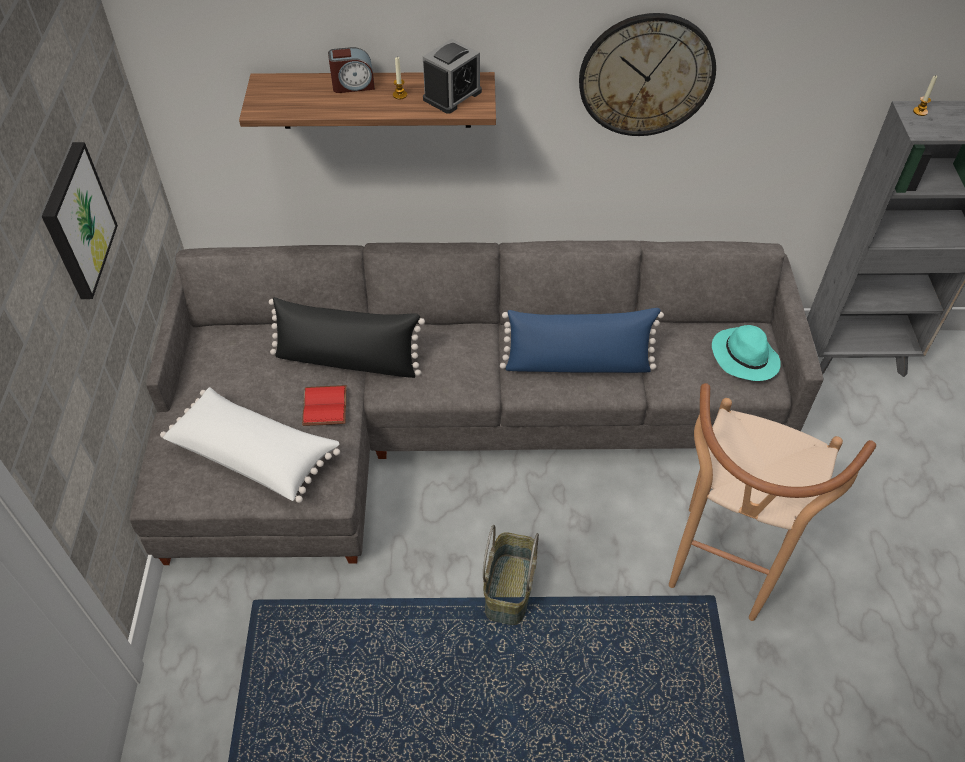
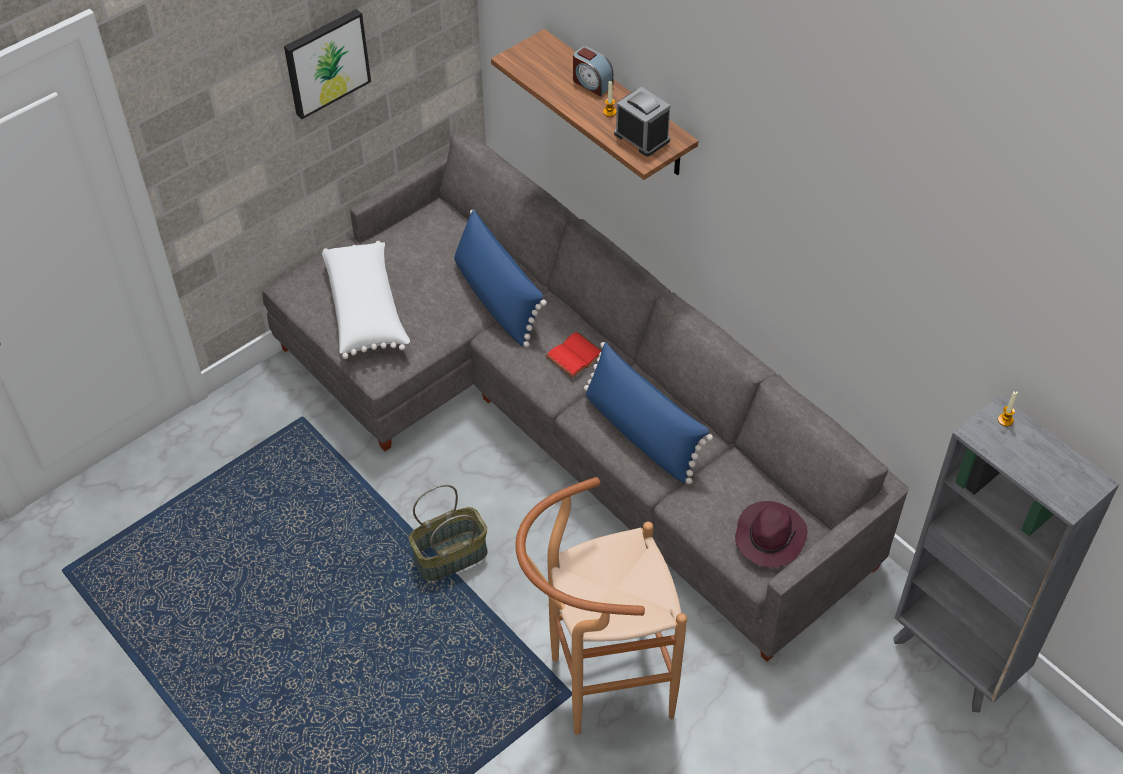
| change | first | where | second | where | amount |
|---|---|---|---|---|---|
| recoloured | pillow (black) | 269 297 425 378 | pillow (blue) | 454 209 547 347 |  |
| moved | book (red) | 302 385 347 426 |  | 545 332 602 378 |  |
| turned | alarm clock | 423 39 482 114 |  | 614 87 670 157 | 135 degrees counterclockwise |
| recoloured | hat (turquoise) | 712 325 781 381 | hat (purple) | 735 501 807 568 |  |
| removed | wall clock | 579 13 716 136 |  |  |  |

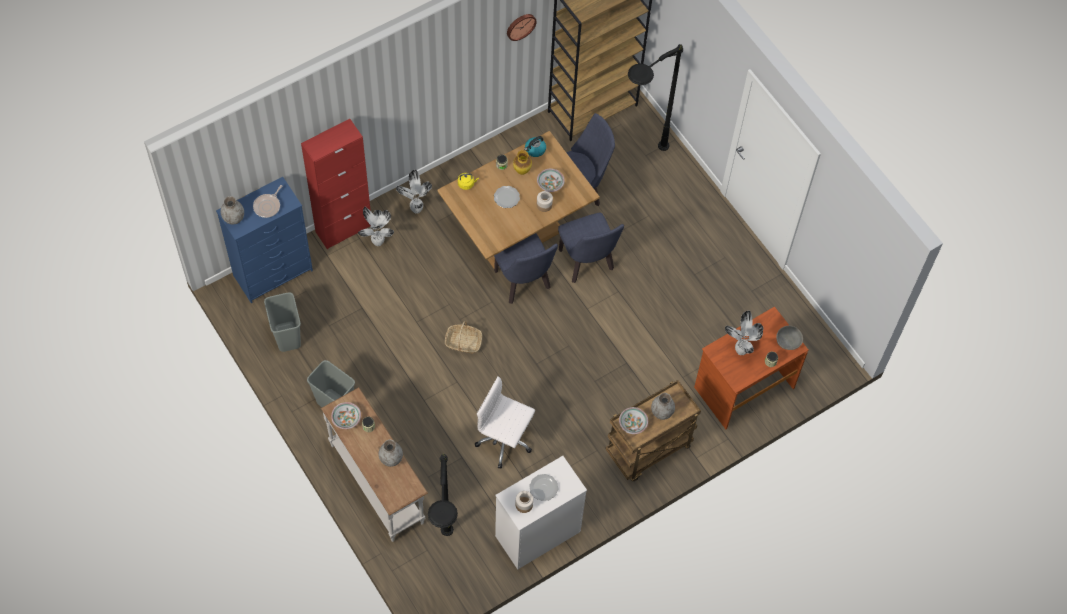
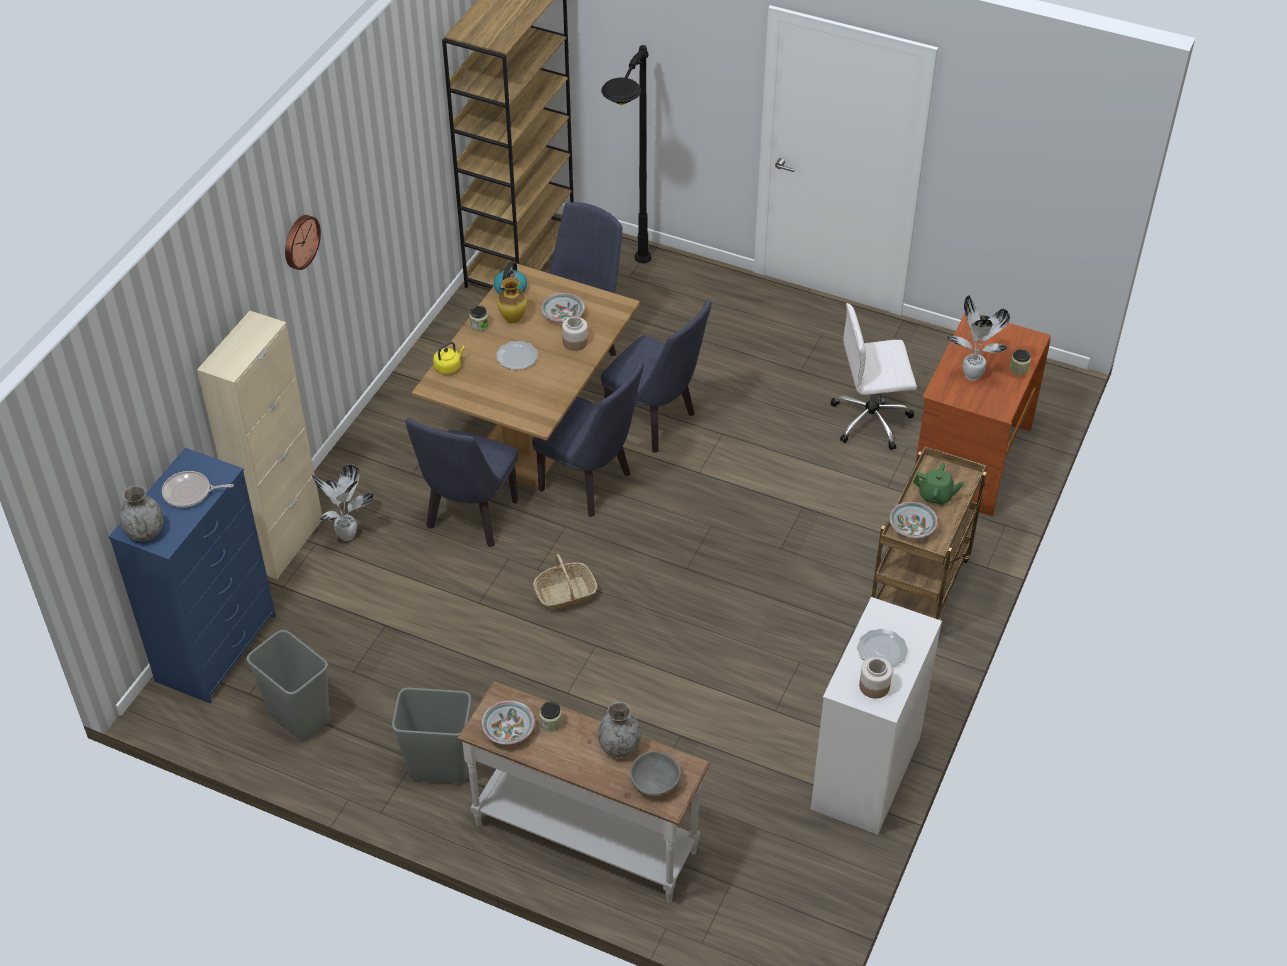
| change | first | where | second | where | amount |
|---|---|---|---|---|---|
| turned | frying pan | 253 185 282 218 |  | 162 471 234 508 | 90 degrees clockwise |
| recoloured | cabinet (red) | 301 119 371 249 | cabinet (beige) | 197 311 323 580 |  |
| moved | wall clock | 507 14 537 41 |  | 285 215 321 270 |  |
| added |  |  | chair (blue) | 405 418 519 547 |  |
| moved | bowl (grey) | 776 326 803 350 |  | 630 751 681 797 |  |
| moved | office chair (white) | 475 376 535 468 |  | 830 303 917 450 |  |
| replaced | vase (grey) | 651 393 675 420 | teapot (green) | 913 463 964 505 |  |
| removed | potted plant | 396 170 432 214 |  |  |  |
| removed | floor lamp (black) | 428 454 458 536 |  |  |  |

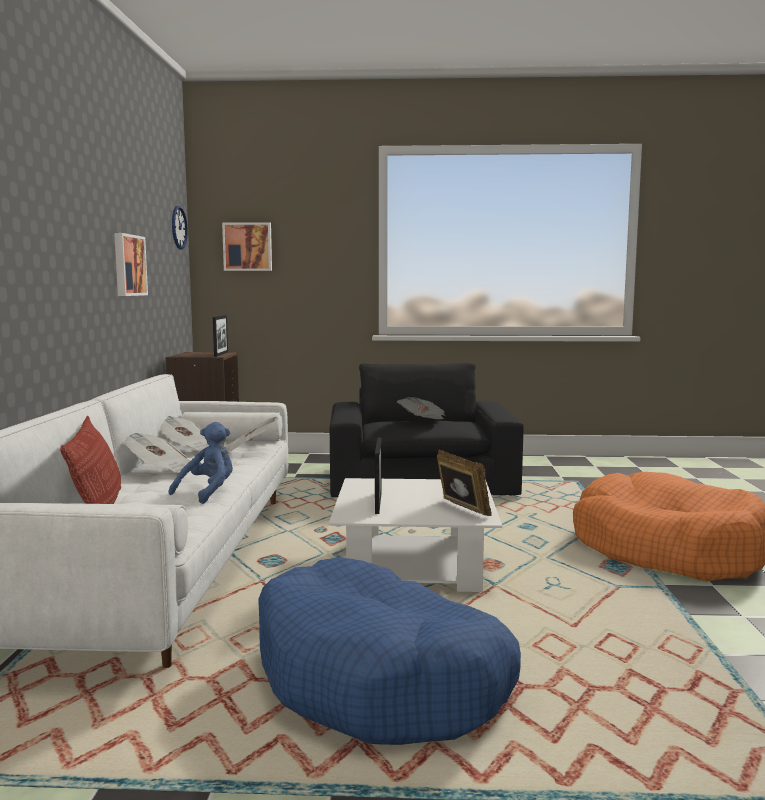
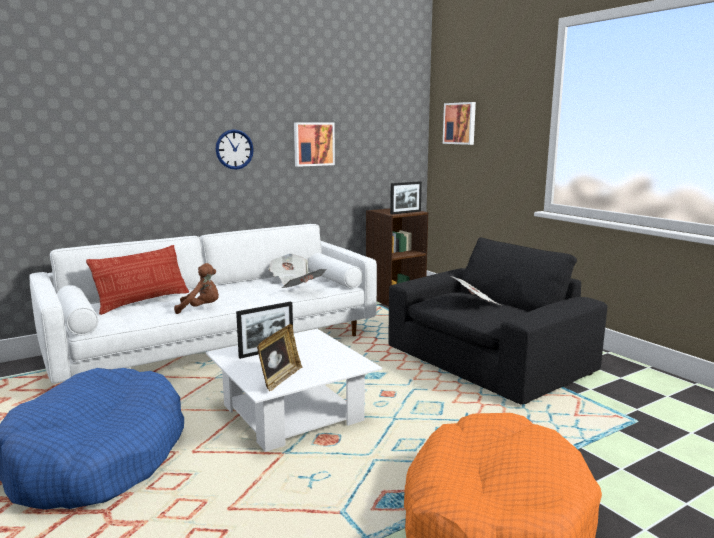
| change | first | where | second | where | amount |
|---|---|---|---|---|---|
| recoloured | plush toy (blue) | 168 422 233 504 | plush toy (brown) | 174 263 219 314 |  |
| moved | wall clock | 172 206 188 250 |  | 216 129 254 170 |  |
| removed | newspaper | 124 433 191 475 |  |  |  |

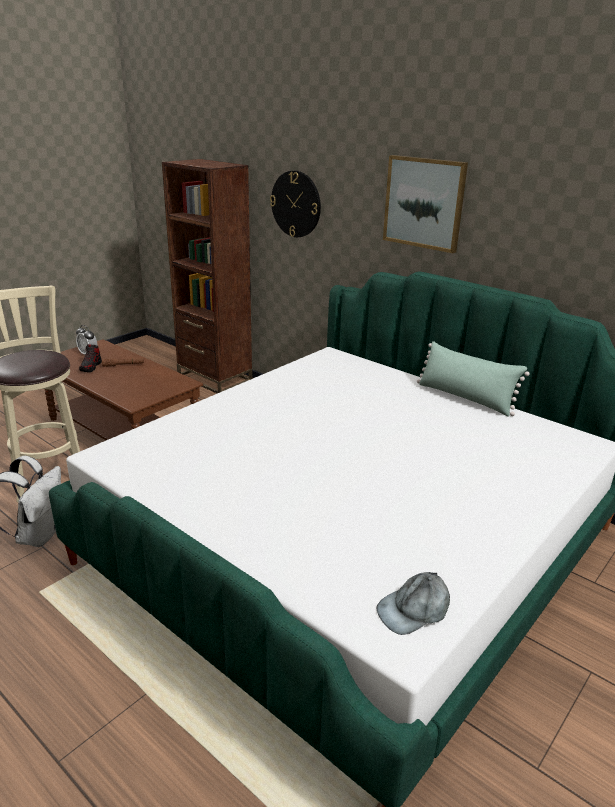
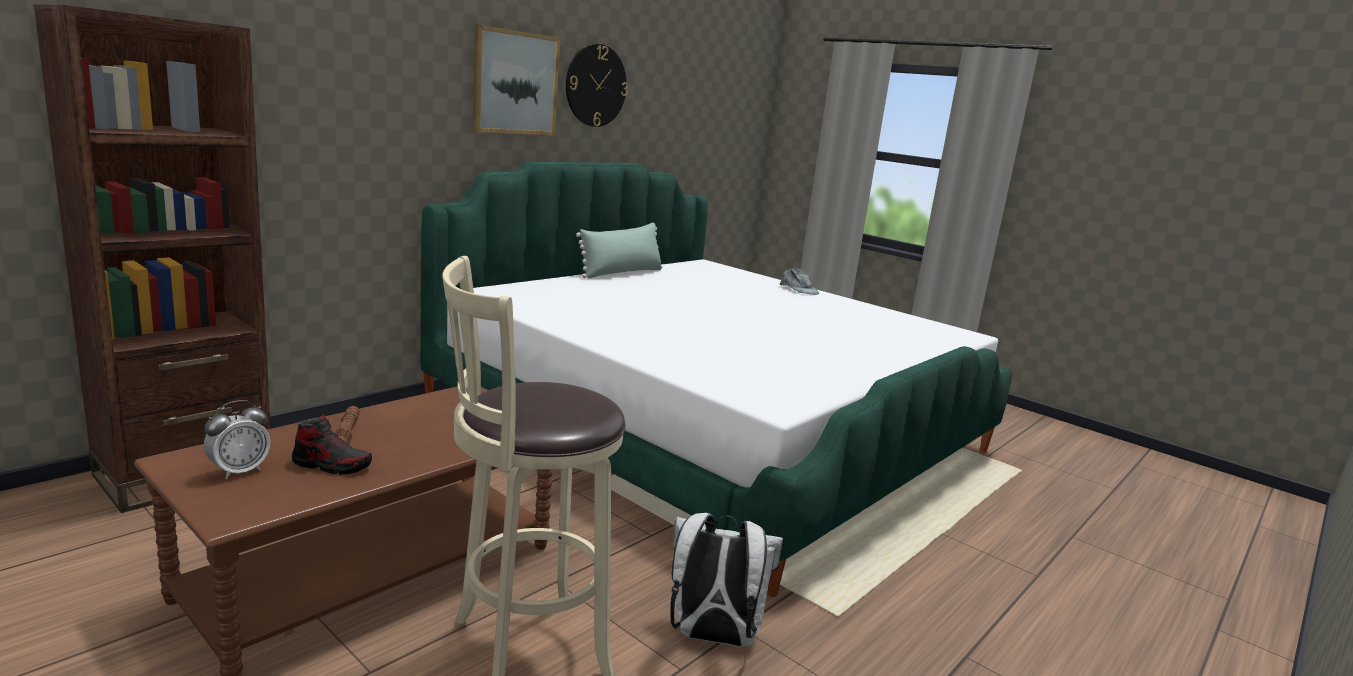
| change | first | where | second | where | amount |
|---|---|---|---|---|---|
| moved | wall clock | 270 171 321 237 |  | 566 44 628 127 |  |
| moved | cap (grey) | 377 572 450 635 |  | 780 268 819 295 |  |

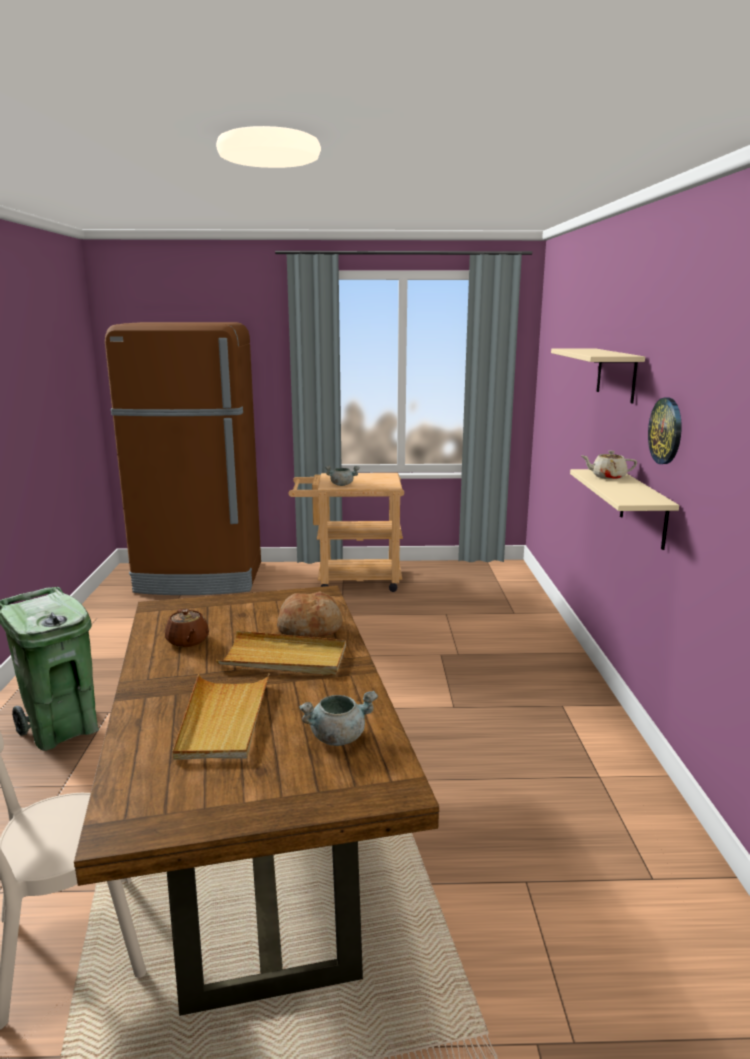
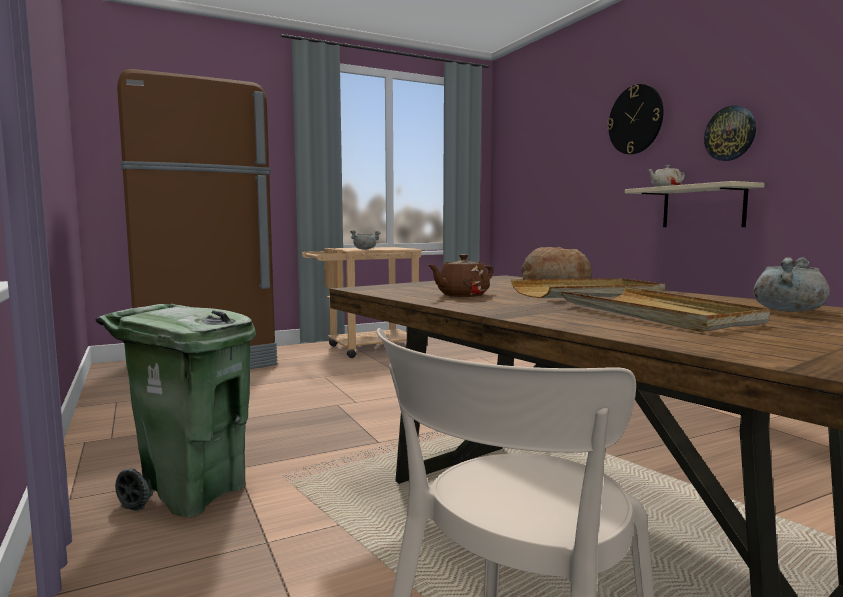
| change | first | where | second | where | amount |
|---|---|---|---|---|---|
| turned | teapot (brown) | 165 609 209 647 |  | 428 254 493 297 | 105 degrees clockwise |
| replaced | shelf (beige) | 551 349 645 404 | wall clock | 607 84 663 154 |  |

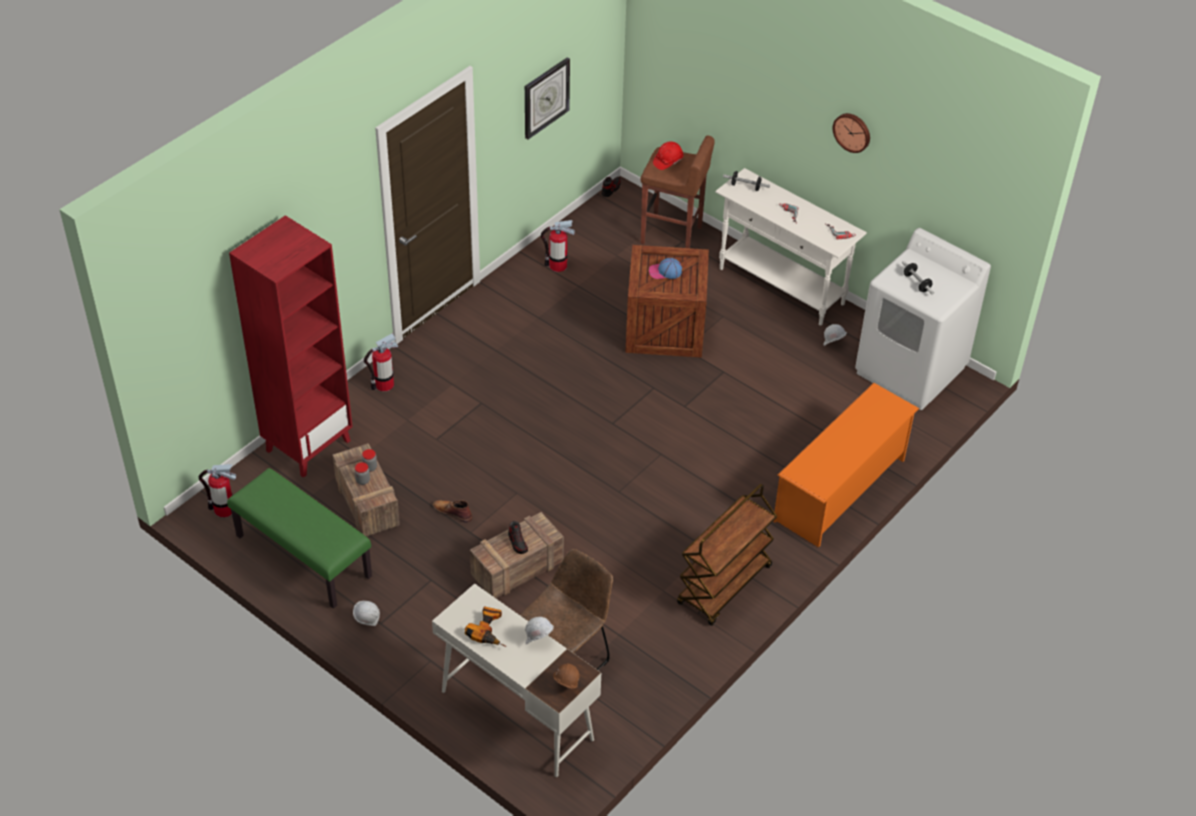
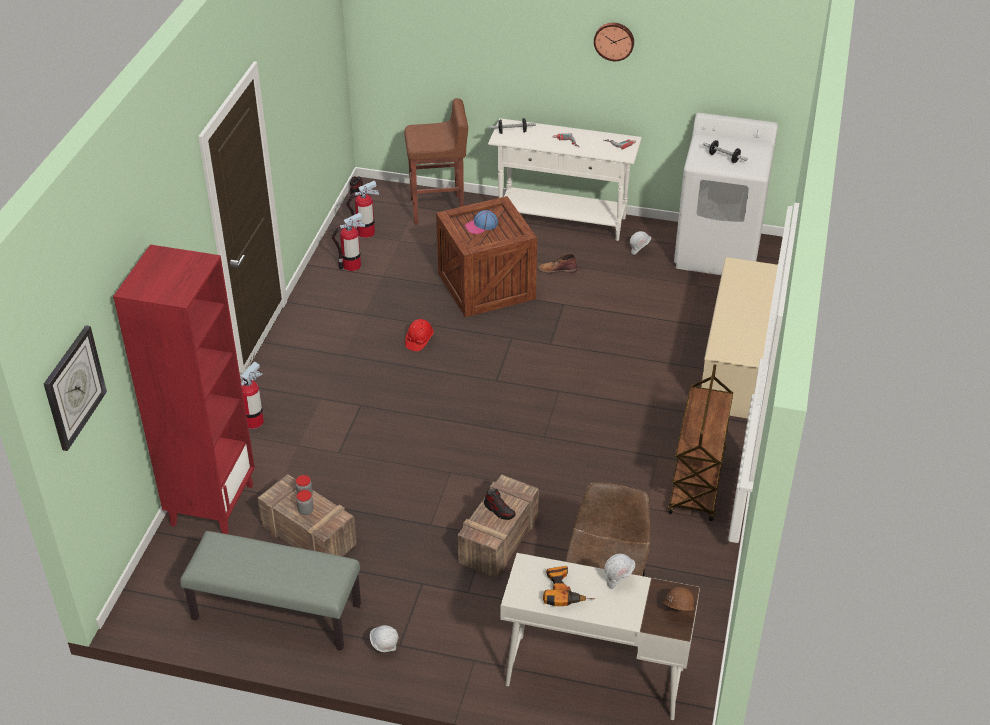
| change | first | where | second | where | amount |
|---|---|---|---|---|---|
| moved | wall clock | 525 58 570 139 |  | 44 325 107 451 |  |
| recoloured | bench (green) | 227 468 372 609 | bench (grey) | 180 531 361 650 |  |
| moved | fire extinguisher | 199 464 236 517 |  | 347 181 379 238 |  |
| moved | hard hat (red) | 653 141 684 170 |  | 405 319 434 351 |  |
| moved | boot (brown) | 433 500 472 523 |  | 538 253 577 273 |  |
| recoloured | shoe rack (orange) | 773 383 919 548 | shoe rack (beige) | 701 257 778 419 |  |

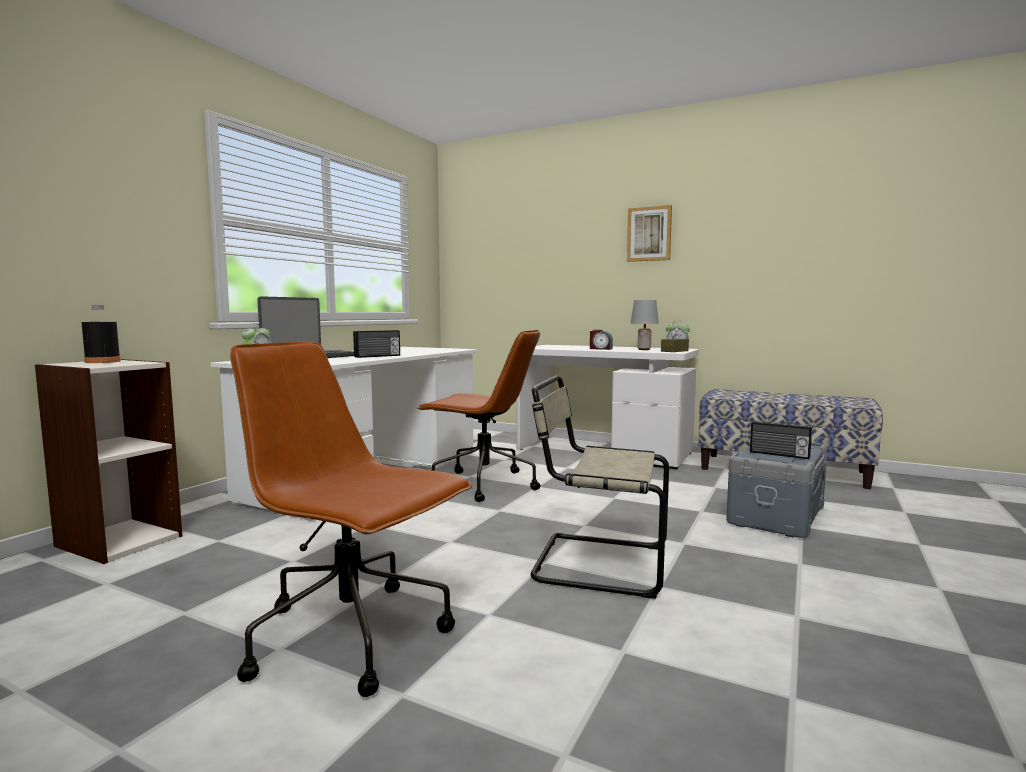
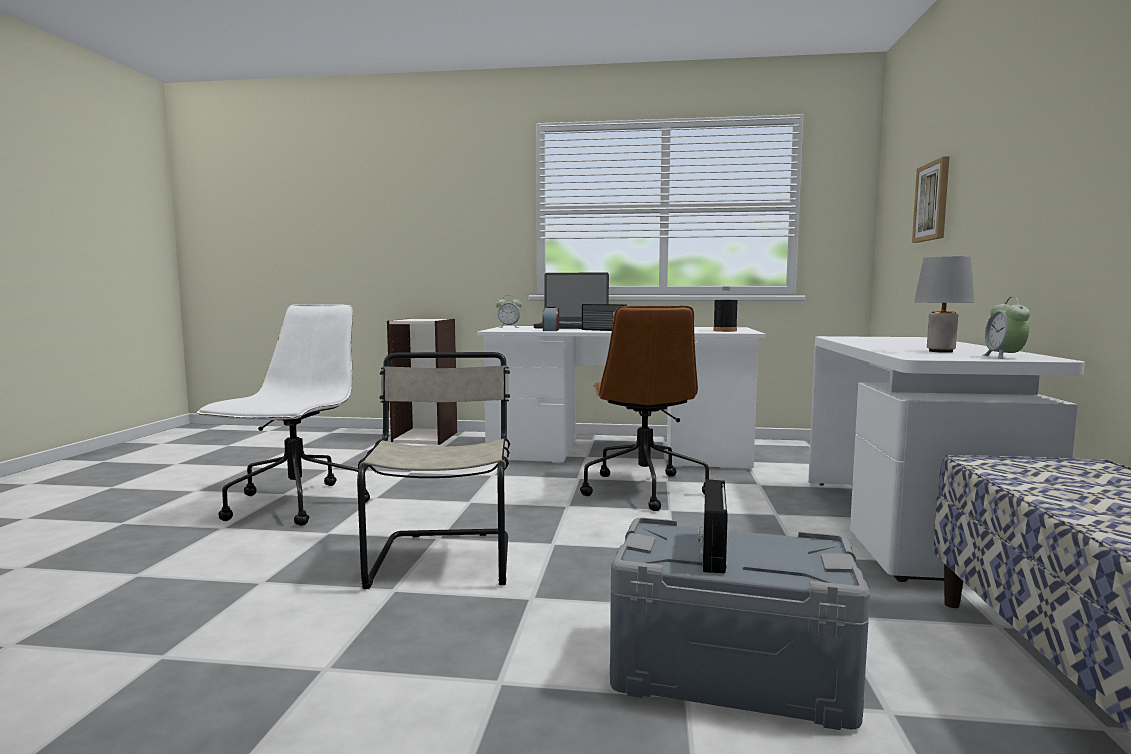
| change | first | where | second | where | amount |
|---|---|---|---|---|---|
| recoloured | office chair (brown) | 230 342 472 697 | office chair (white) | 197 304 370 526 |  |
| moved | alarm clock | 590 330 613 350 |  | 542 307 559 331 |  |
| moved | bottle (black) | 82 305 121 363 |  | 713 286 737 332 |  |
| moved | picture | 627 205 672 262 |  | 912 156 949 243 |  |
| removed | tissue box (brown) | 661 327 689 352 |  |  |  |

